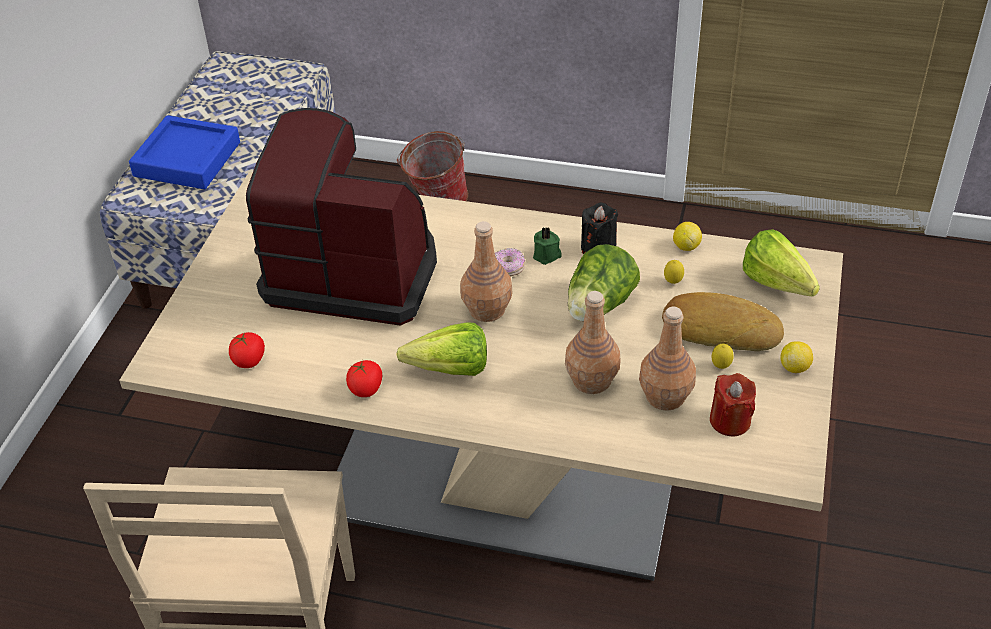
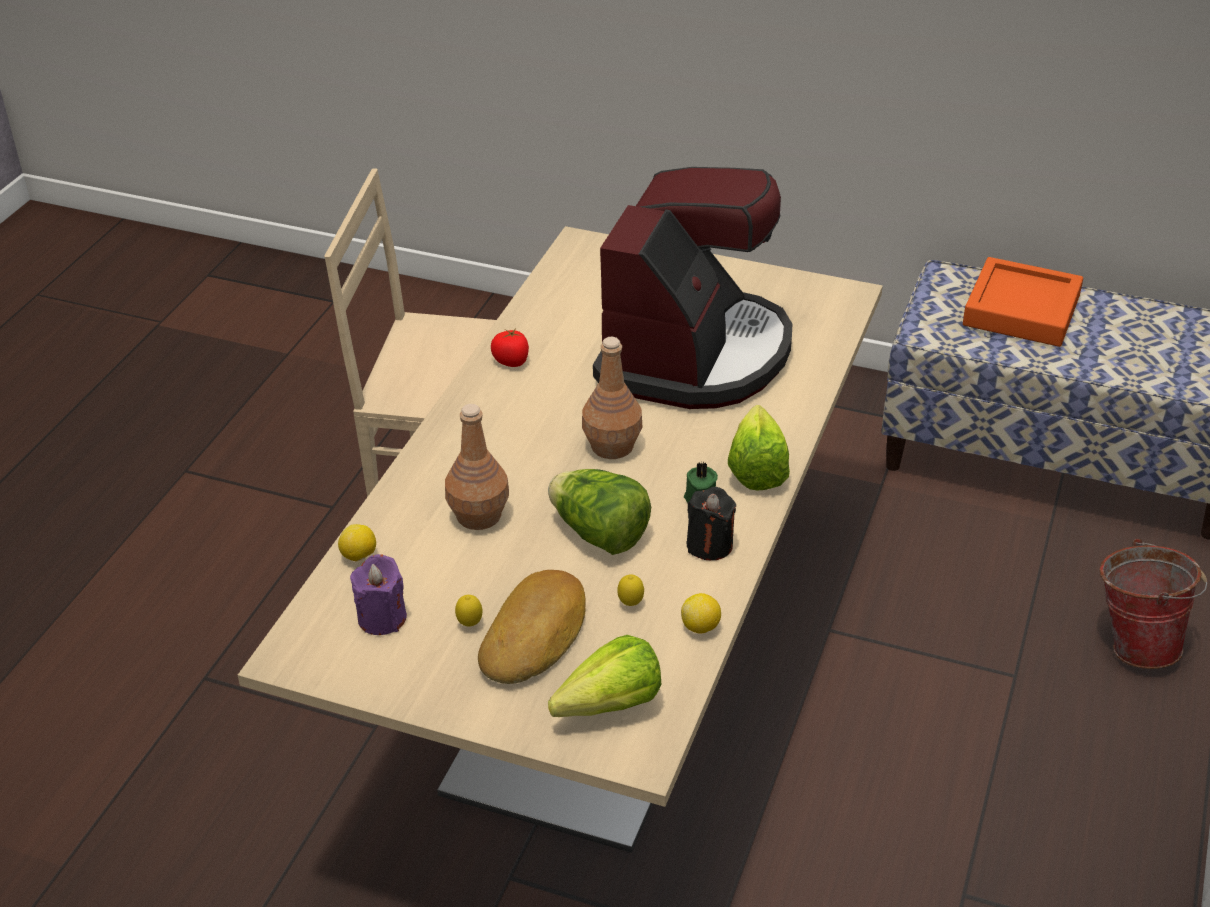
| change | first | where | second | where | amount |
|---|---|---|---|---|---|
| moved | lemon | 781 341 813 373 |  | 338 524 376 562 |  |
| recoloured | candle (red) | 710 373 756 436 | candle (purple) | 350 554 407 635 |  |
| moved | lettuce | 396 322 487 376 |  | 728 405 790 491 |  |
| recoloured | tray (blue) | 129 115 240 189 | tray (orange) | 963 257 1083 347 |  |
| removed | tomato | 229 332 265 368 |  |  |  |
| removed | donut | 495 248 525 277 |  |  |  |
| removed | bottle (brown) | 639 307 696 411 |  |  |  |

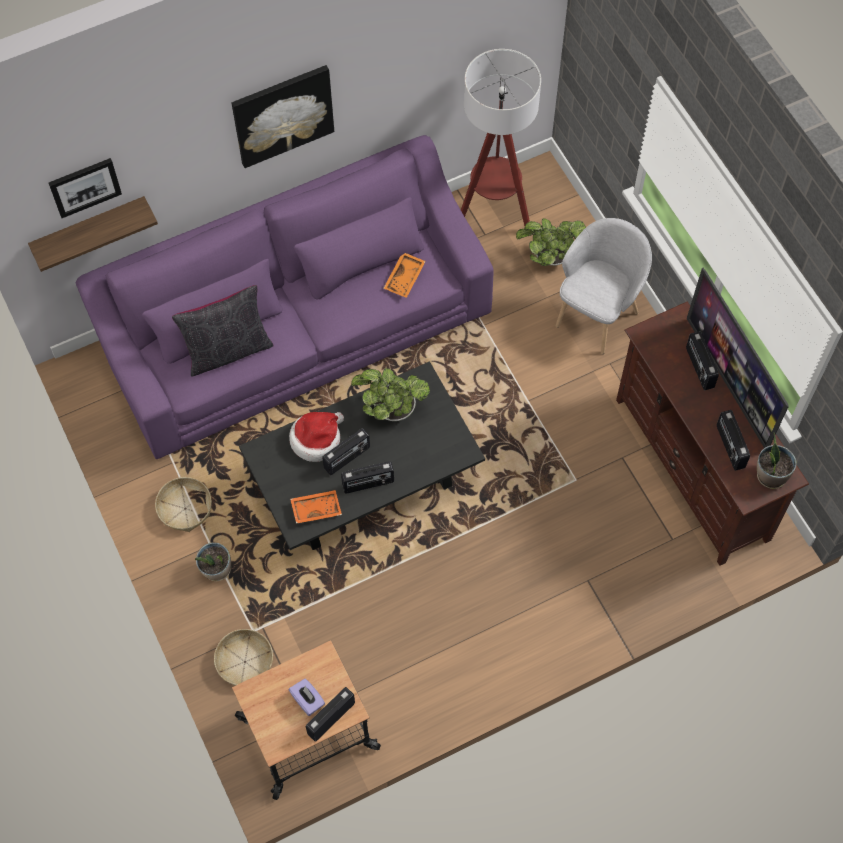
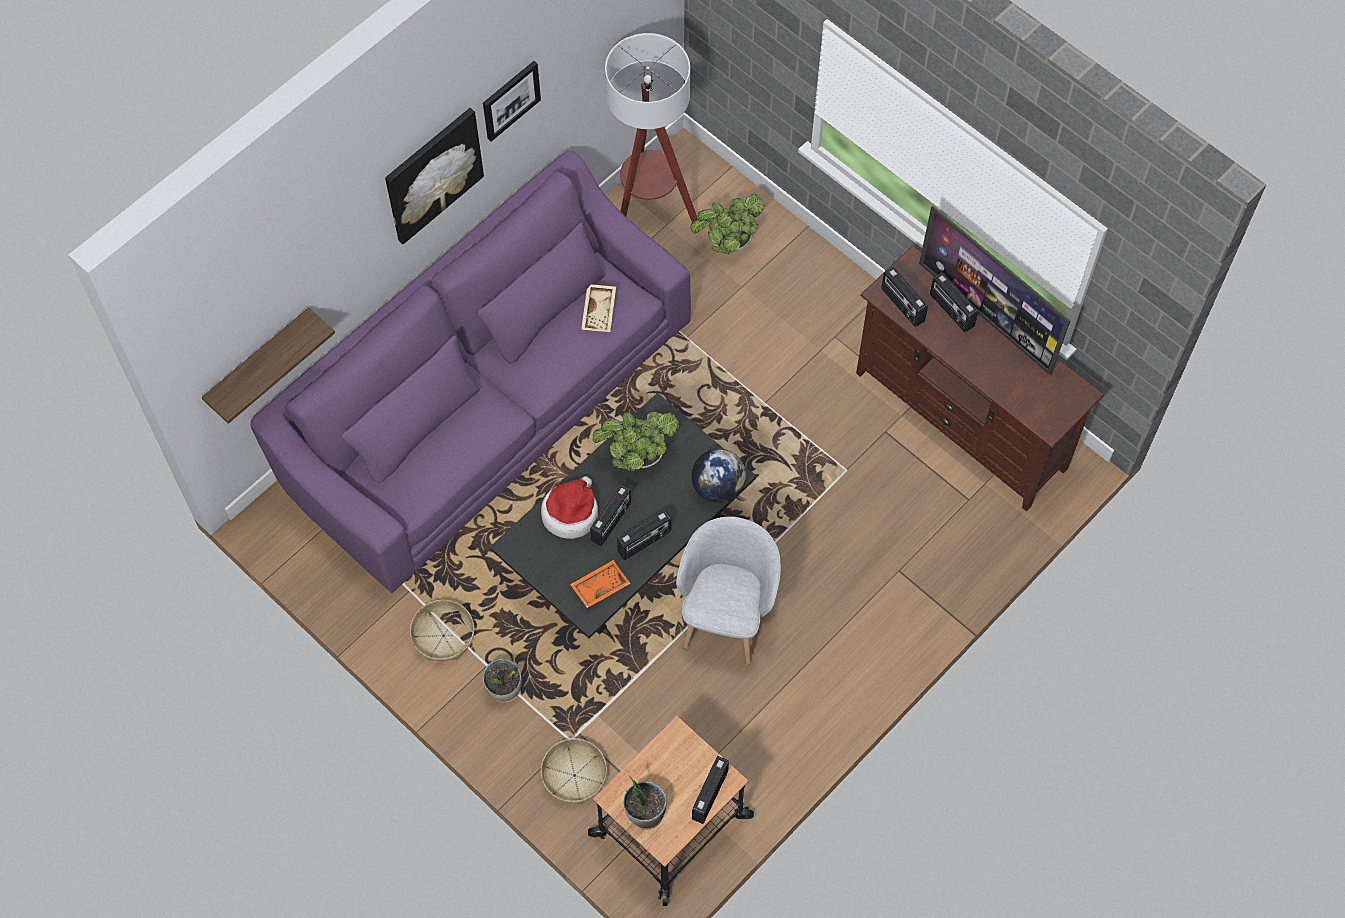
| change | first | where | second | where | amount |
|---|---|---|---|---|---|
| moved | picture | 48 158 122 218 |  | 483 61 541 142 |  |
| recoloured | tray (orange) | 384 253 426 298 | tray (beige) | 581 284 616 332 |  |
| moved | potted plant | 757 433 797 489 |  | 623 775 667 830 |  |
| moved | armchair (grey) | 555 218 652 354 |  | 676 517 781 665 |  |
| added |  |  | globe | 691 449 746 503 |  |
| moved | radio | 717 410 750 471 |  | 881 267 928 327 |  |
| removed | pillow (black) | 172 285 274 377 |  |  |  |
| removed | tissue box (purple) | 289 679 325 716 |  |  |  |

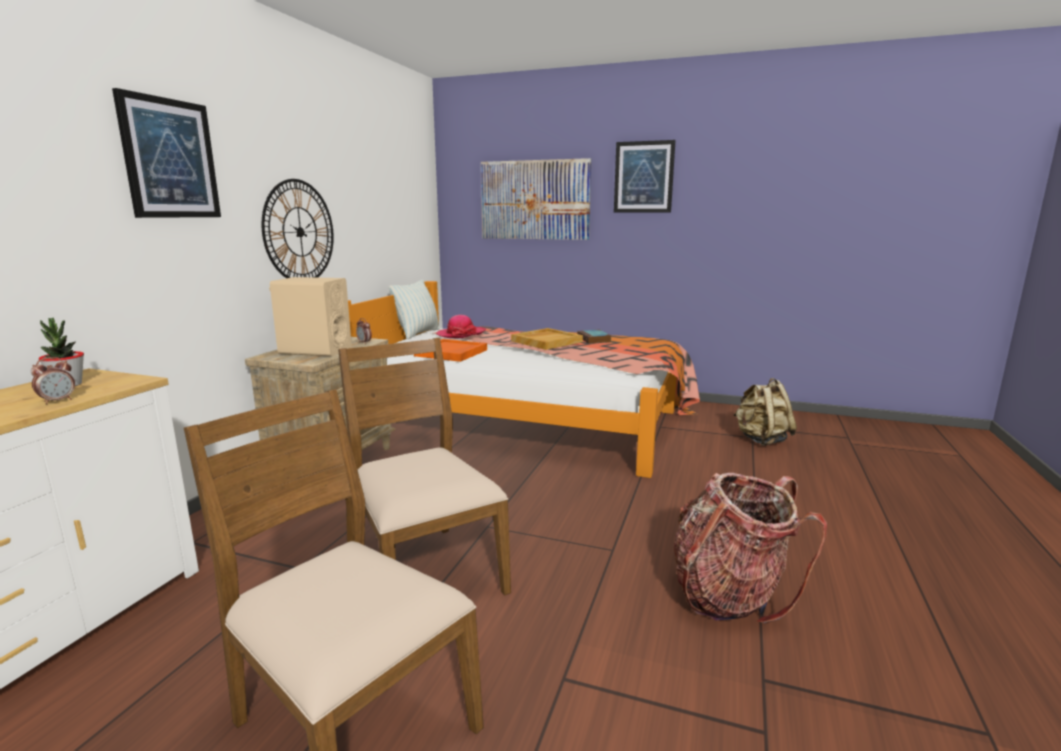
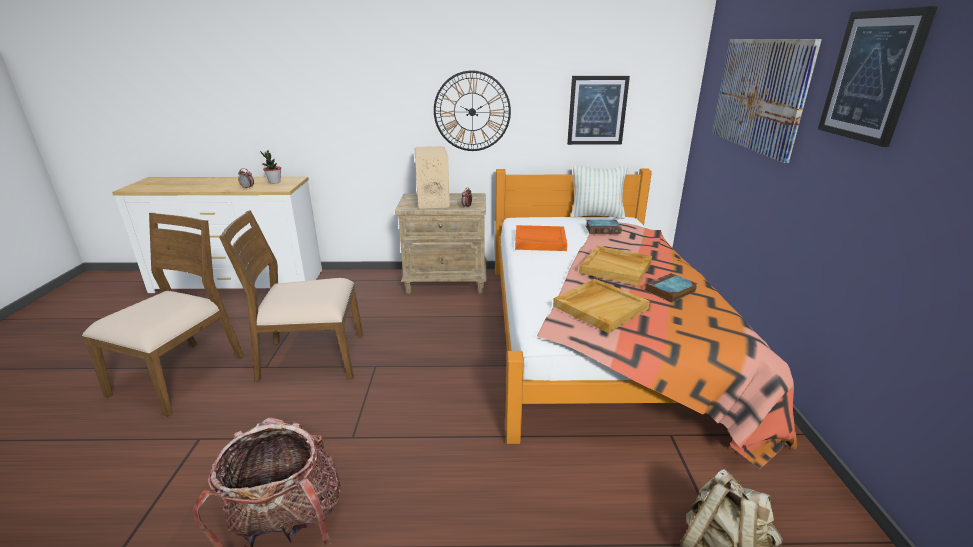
| change | first | where | second | where | amount |
|---|---|---|---|---|---|
| turned | chair (brown) | 338 338 511 596 |  | 219 210 363 382 | 135 degrees counterclockwise |
| added |  |  | tray (beige) | 553 279 650 333 |  |
| moved | picture | 112 88 221 218 |  | 567 76 630 145 |  |
| replaced | hat | 436 315 486 338 | book | 586 220 622 234 |  |

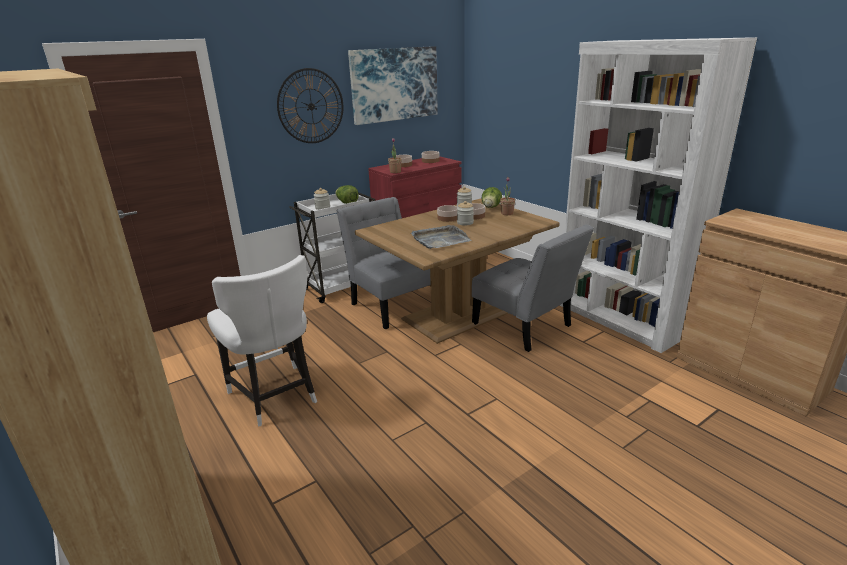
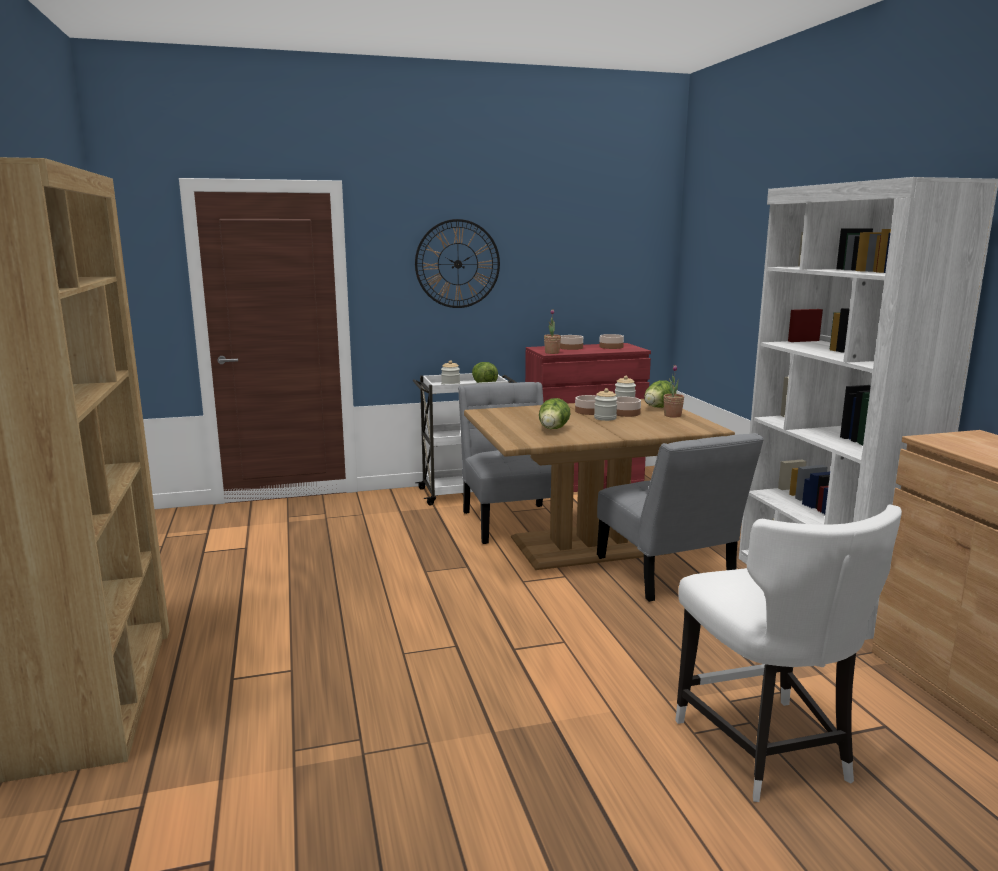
| change | first | where | second | where | amount |
|---|---|---|---|---|---|
| replaced | tray (grey) | 411 225 472 249 | lettuce | 539 398 570 429 |  |
| moved | chair (white) | 207 255 317 427 |  | 675 505 902 802 |  |
| removed | picture | 348 46 438 125 |  |  |  |

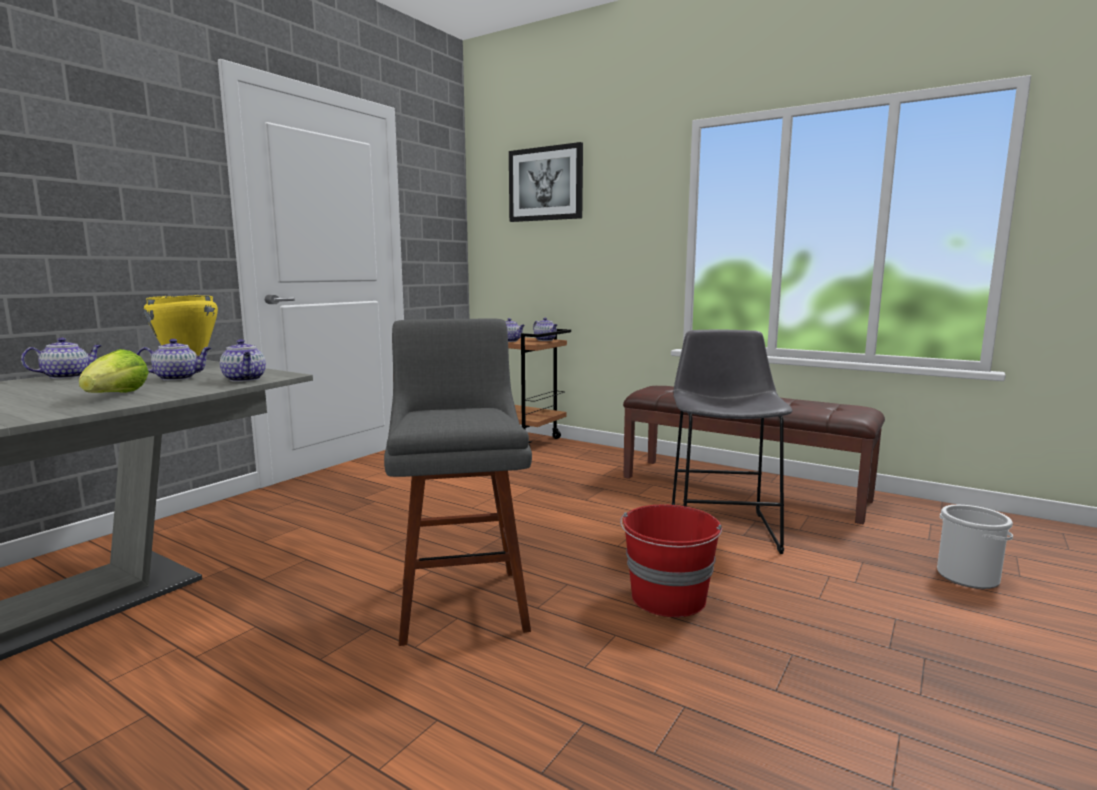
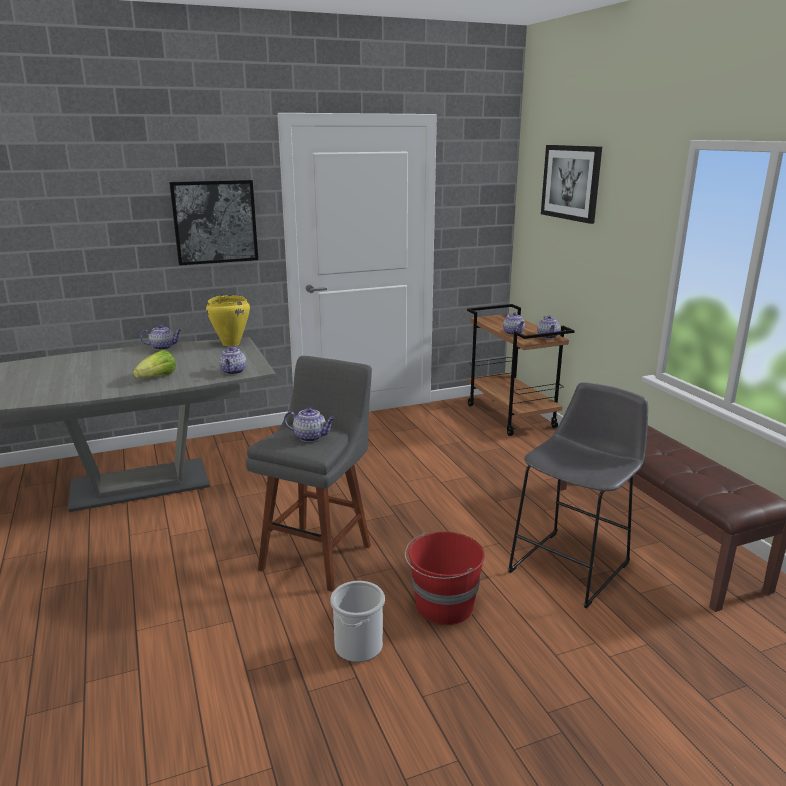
| change | first | where | second | where | amount |
|---|---|---|---|---|---|
| added |  |  | picture | 169 180 258 265 |  |
| moved | teapot | 137 339 212 381 |  | 284 407 335 442 |  |
| moved | bucket | 937 505 1013 589 |  | 330 581 385 662 |  |

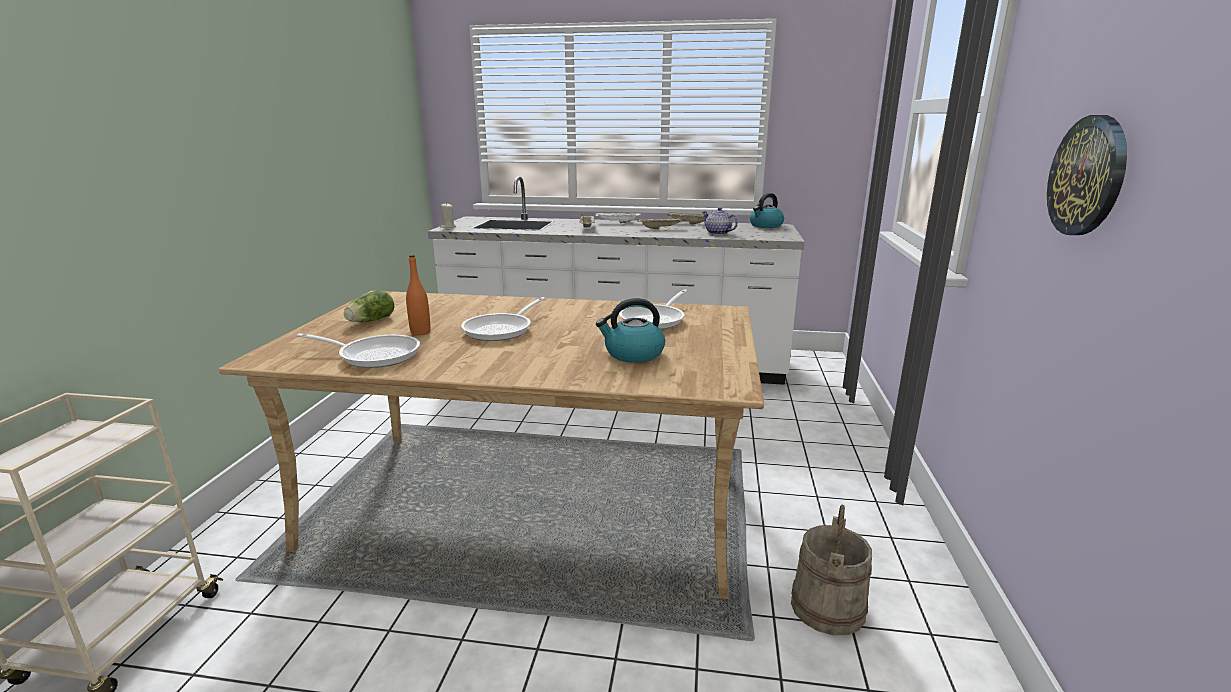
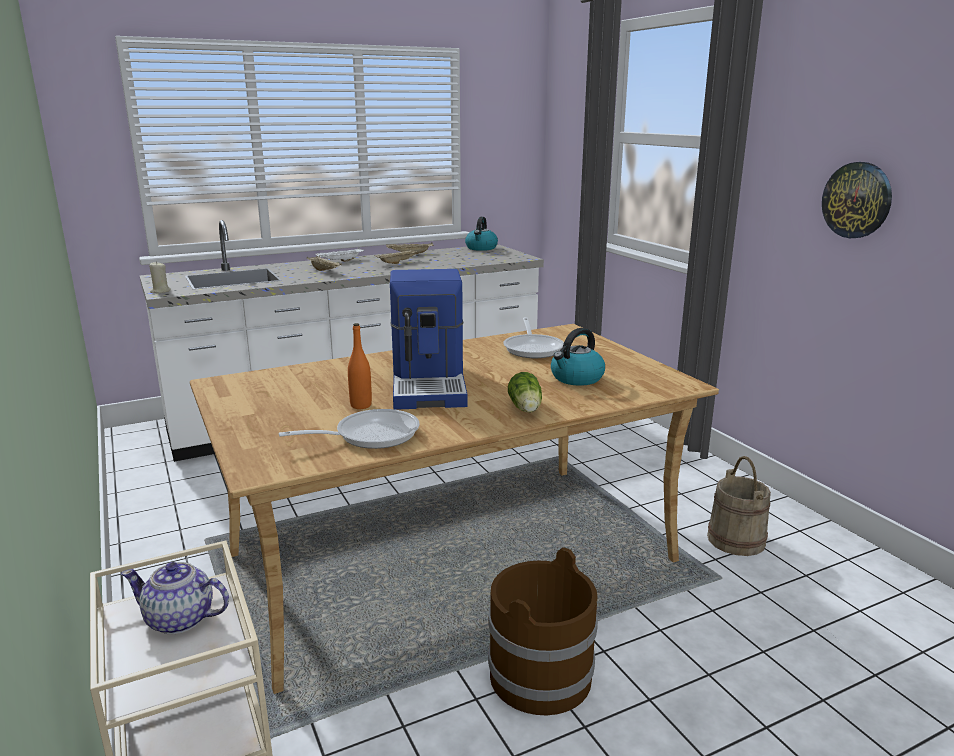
| change | first | where | second | where | amount |
|---|---|---|---|---|---|
| moved | teapot | 702 207 738 235 |  | 121 562 229 634 |  |
| replaced | frying pan | 461 297 546 341 | coffee machine | 390 269 468 410 |  |
| added |  |  | bucket (brown) | 488 547 598 715 |  |
| moved | lettuce | 344 290 394 322 |  | 508 372 542 413 |  |

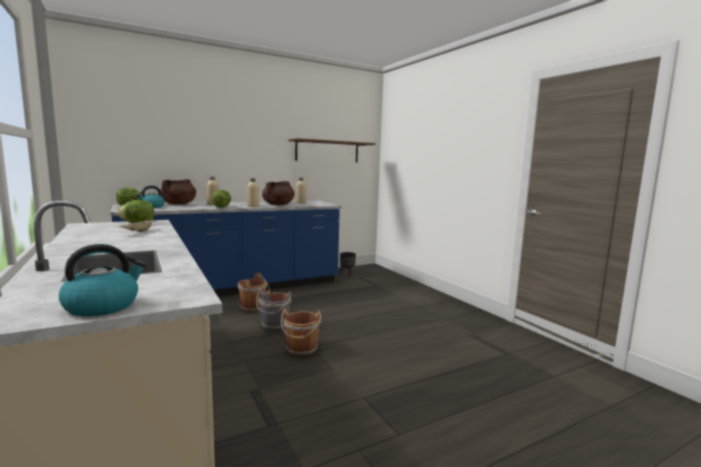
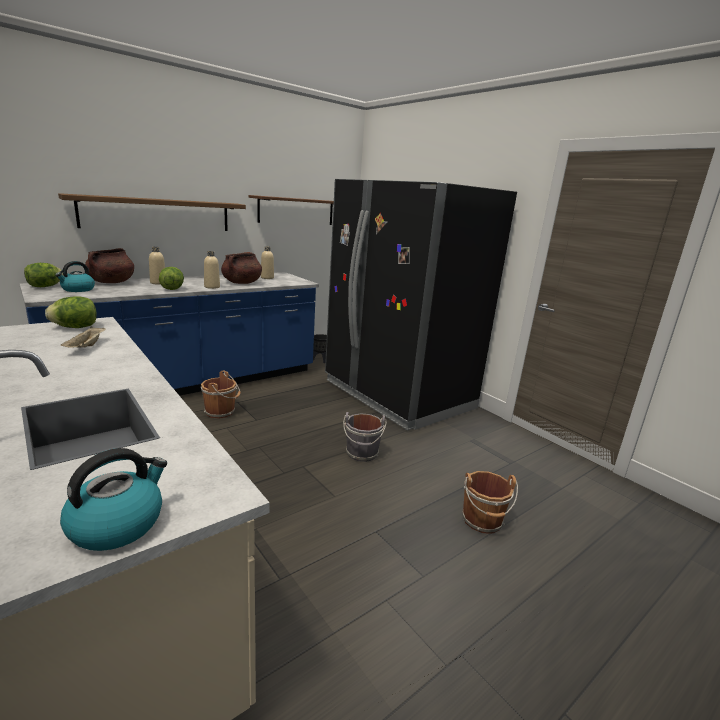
| change | first | where | second | where | amount |
|---|---|---|---|---|---|
| added |  |  | shelf | 58 193 246 231 |  |
| added |  |  | fridge (black) | 325 179 517 430 |  |
| moved | bucket (grey) | 256 289 292 330 |  | 343 412 387 462 |  |
| moved | bucket (brown) | 281 308 321 356 |  | 462 471 518 534 |  |

